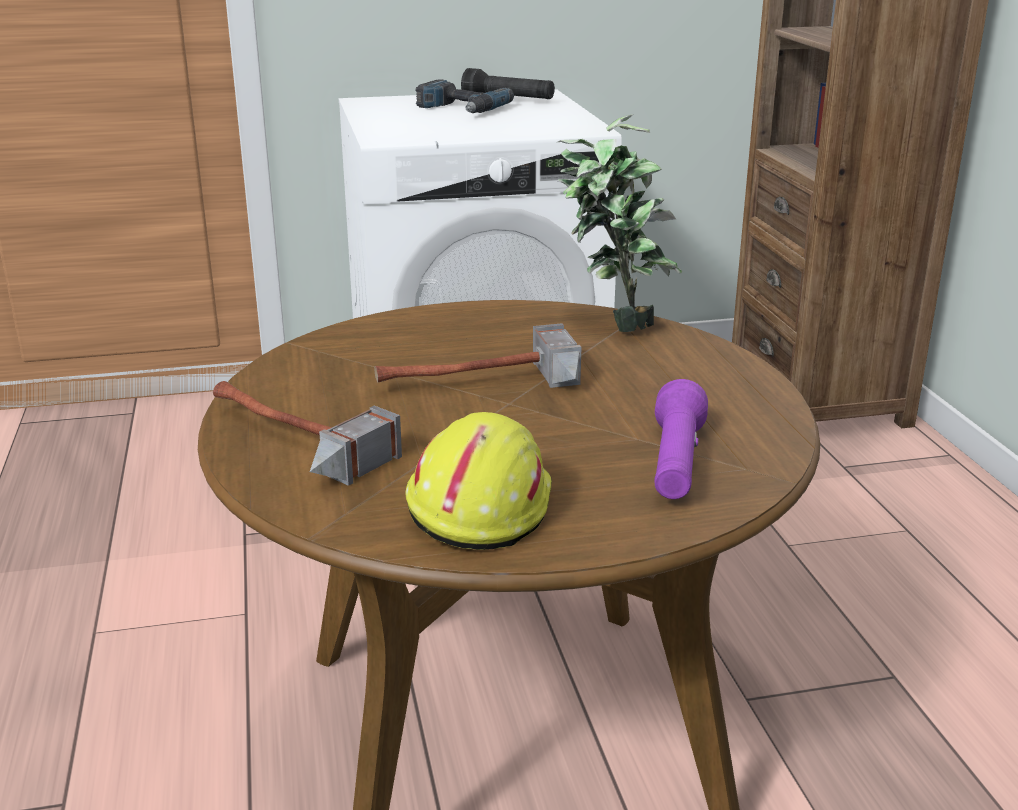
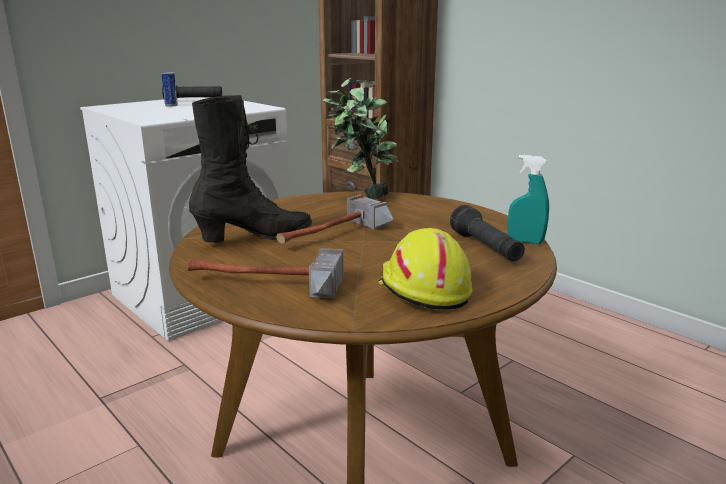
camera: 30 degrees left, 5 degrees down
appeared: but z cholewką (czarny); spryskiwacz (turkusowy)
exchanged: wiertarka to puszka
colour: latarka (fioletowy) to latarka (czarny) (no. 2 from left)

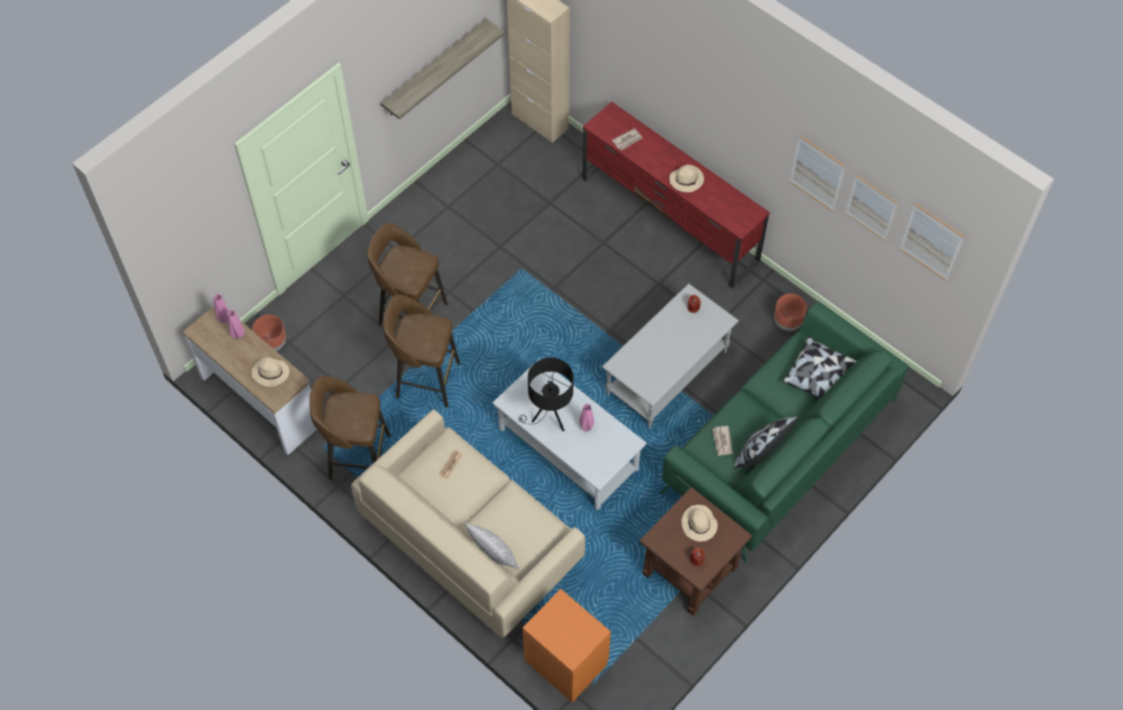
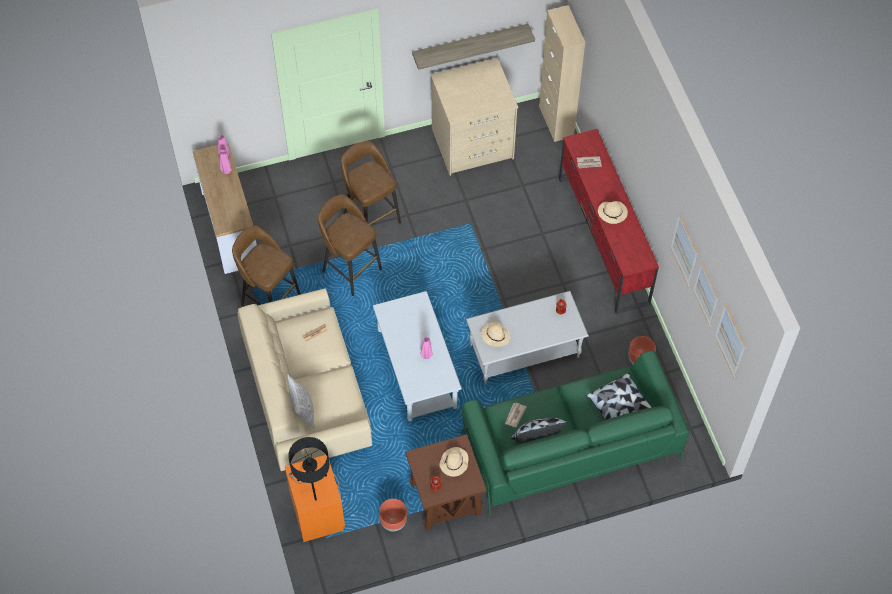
camera: 30 degrees right, 0 degrees up
appeared: komoda (beżowy)
relocated: kapelusz (beżowy) (no. 1 from left in the first image) to kapelusz (beżowy) (no. 2 from left); donica (brązowy) (no. 1 from left); lampa stołowa (czarny)

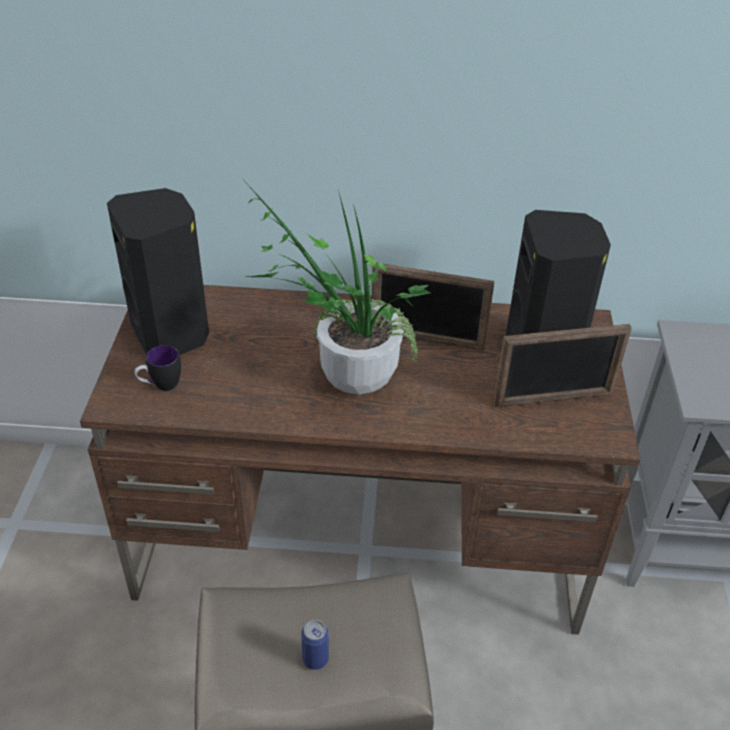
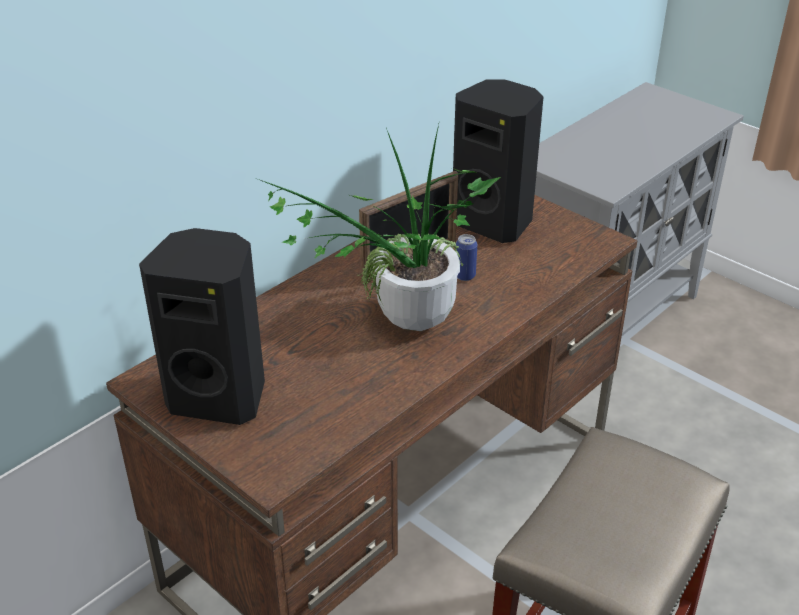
camera: 50 degrees left, 5 degrees down
missing: kubek; ramka na zdjęcie (no. 2 from left)
relocated: puszka

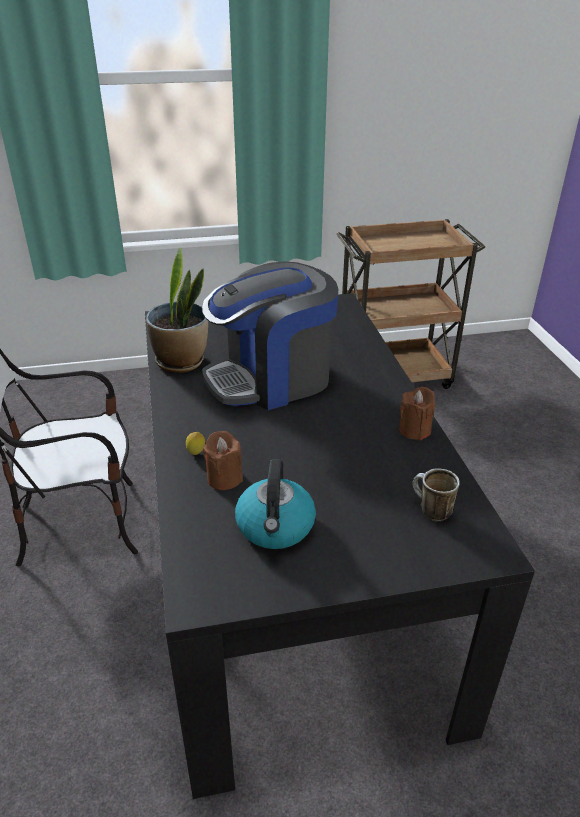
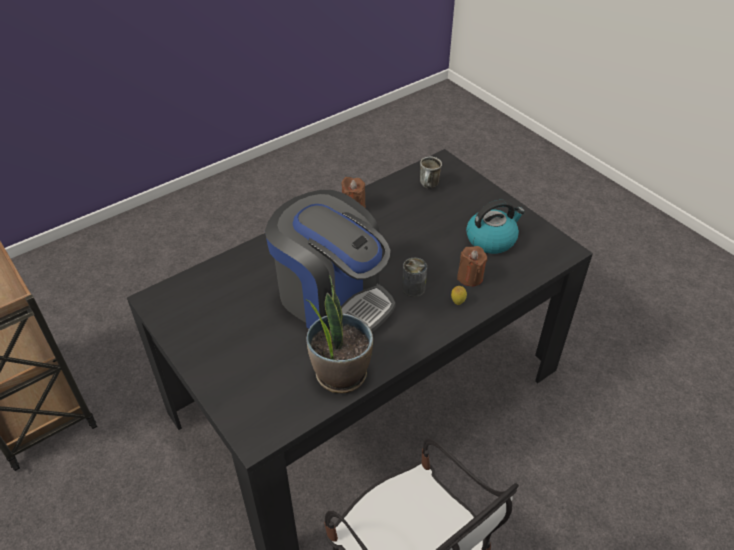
camera: 115 degrees left, 10 degrees up
appeared: puszka

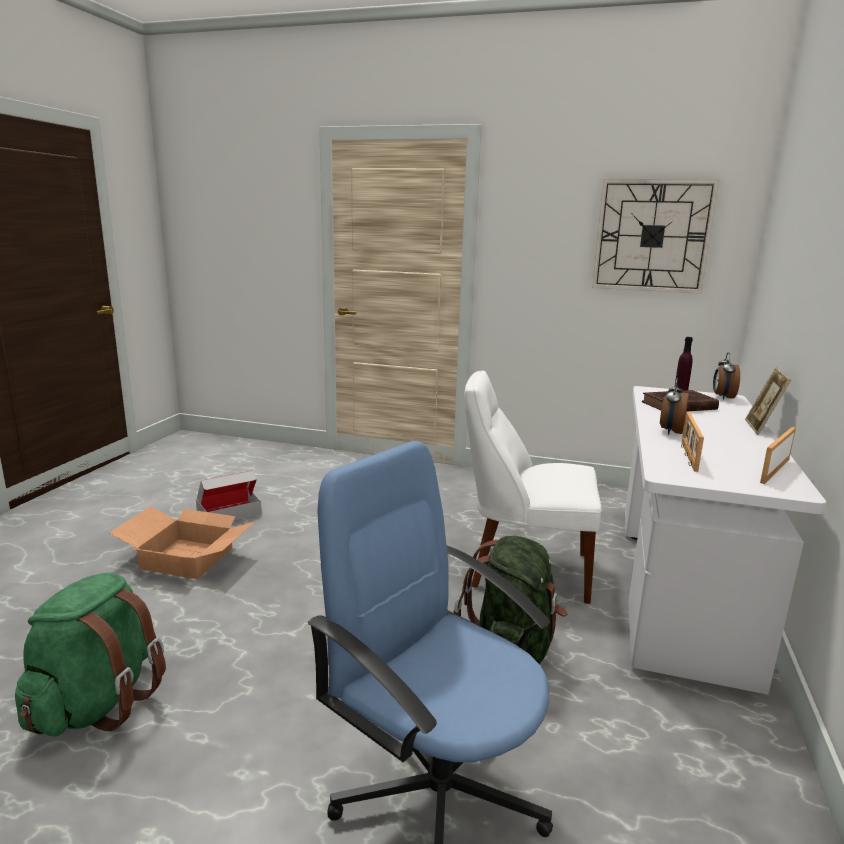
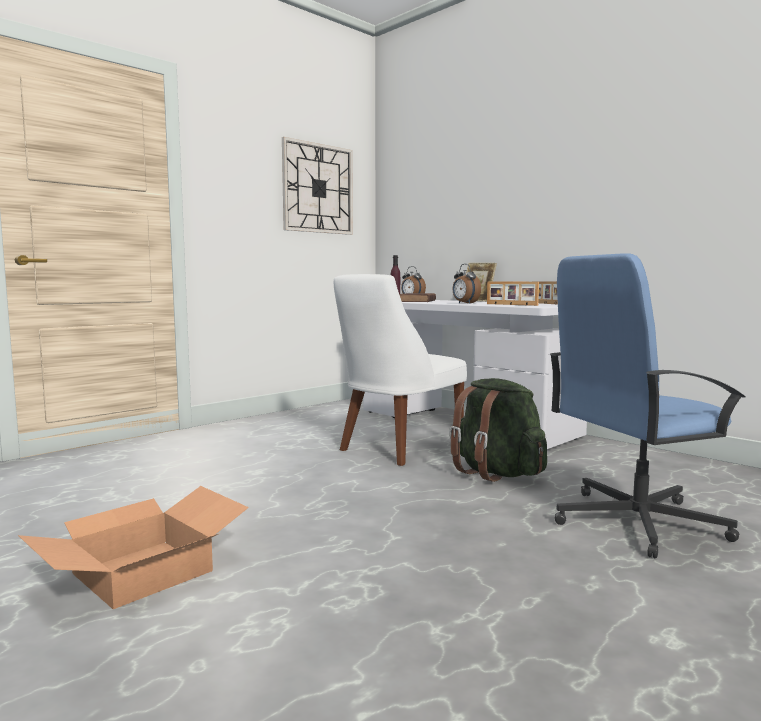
camera: 60 degrees left, 10 degrees down
missing: plecak (zielony) (no. 1 from left); karton (no. 2 from left)

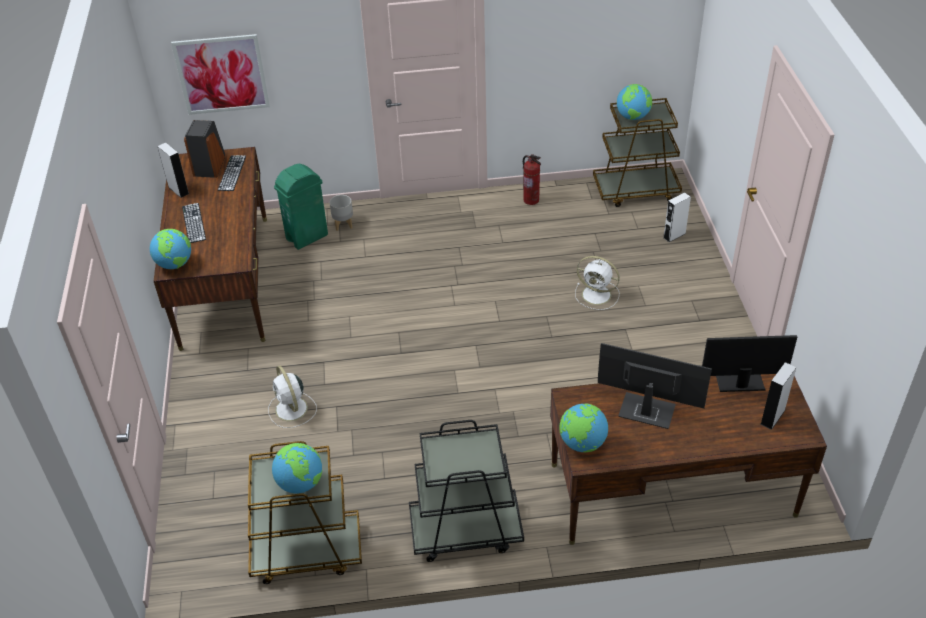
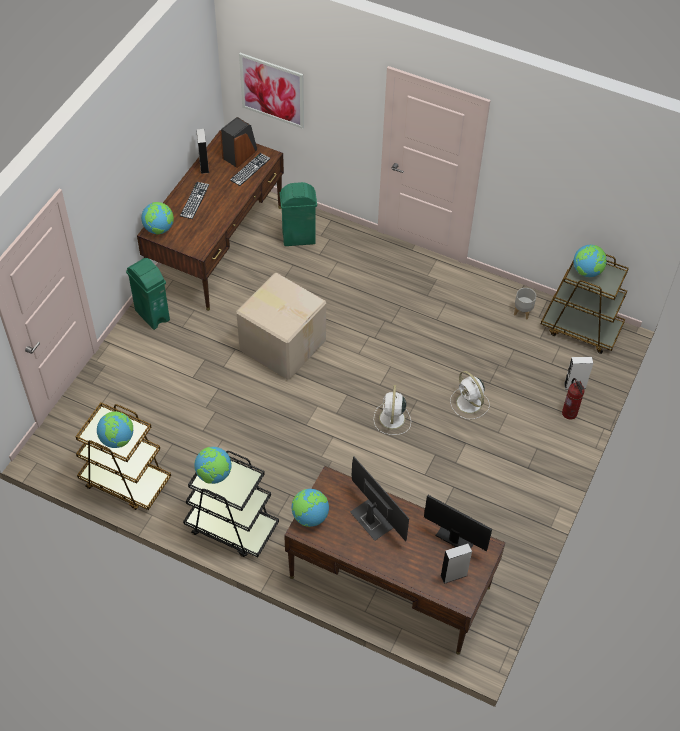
camera: 30 degrees right, 10 degrees up
appeared: kosz na śmieci (zielony) (no. 1 from left); globus (no. 3 from left); karton
relocated: wentylator (biały) (no. 1 from left); donica (szary); gaśnica

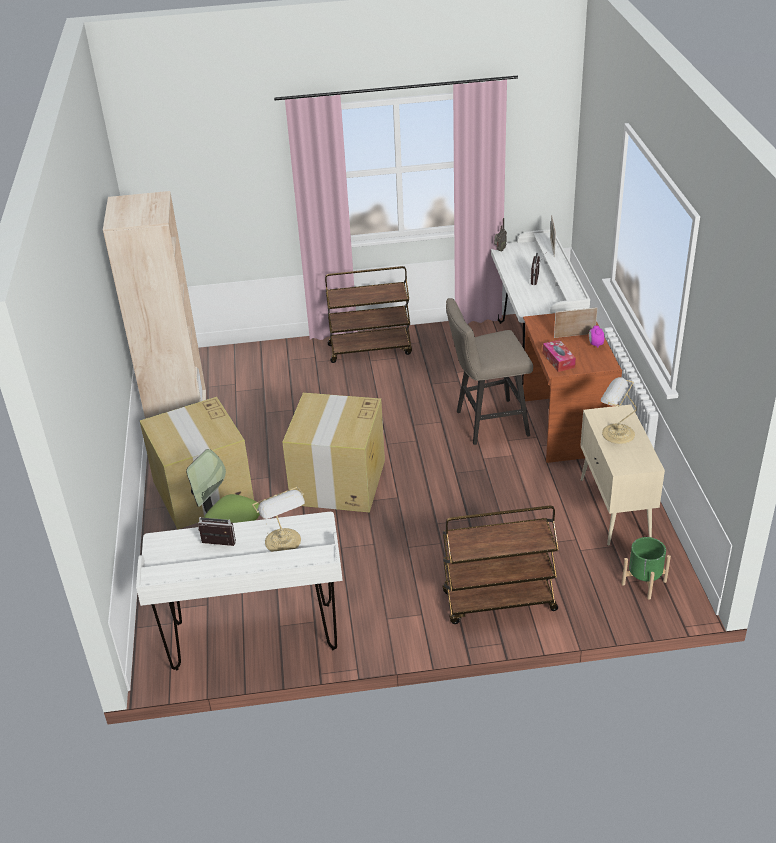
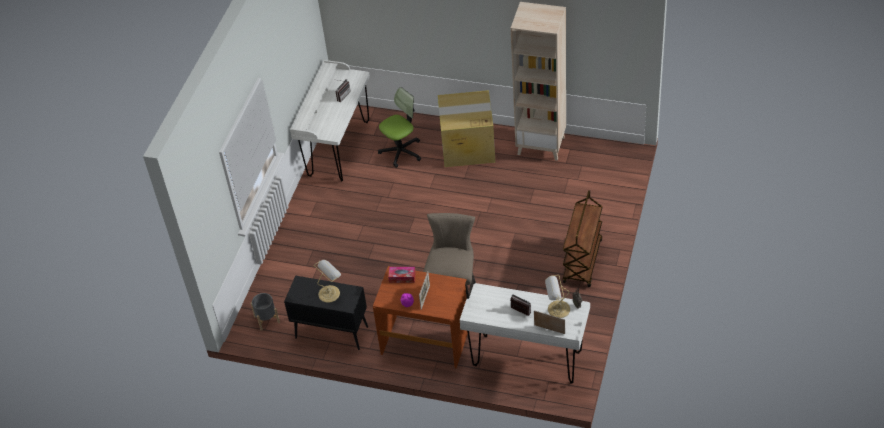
camera: 115 degrees right, 10 degrees up
missing: karton (no. 2 from left); wózek (brązowy) (no. 2 from left)
relocated: lampa stołowa (no. 1 from left in the first image) to lampa stołowa (no. 2 from left)
colour: szafka (beżowy) to szafka (czarny); donica (zielony) to donica (szary)

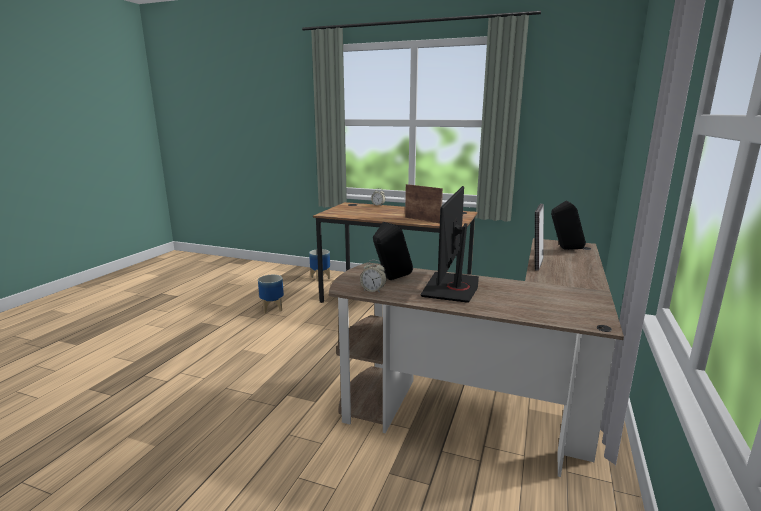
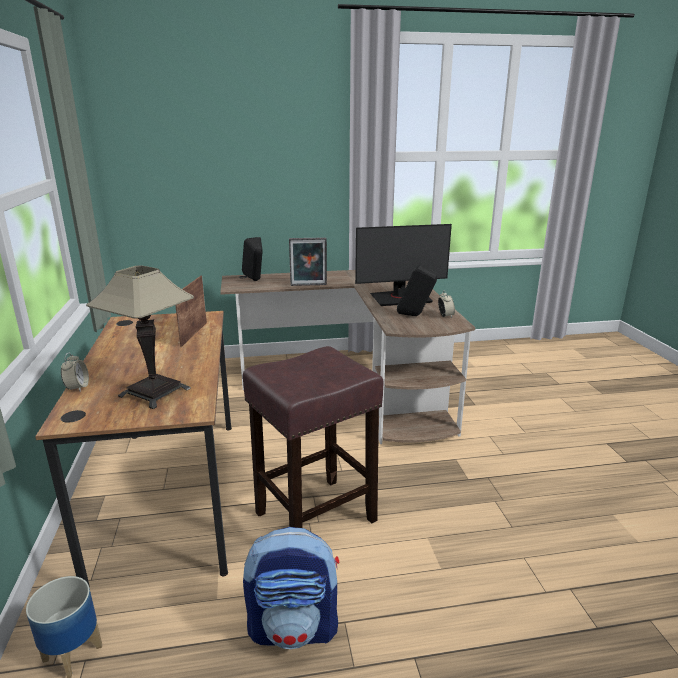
camera: 120 degrees left, 5 degrees up
appeared: lampa stołowa; stołek (brązowy)
exchanged: donica (no. 1 from left) to plecak

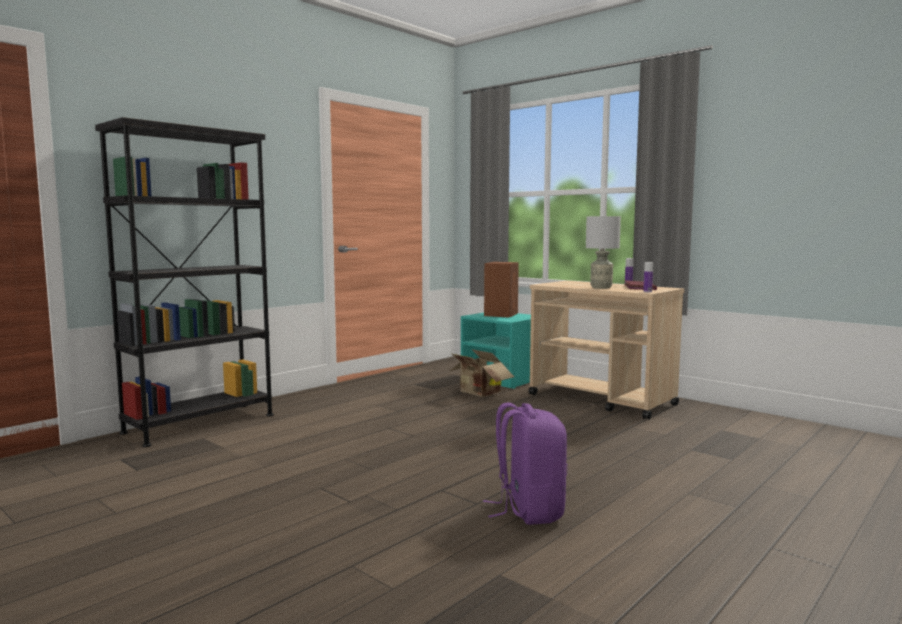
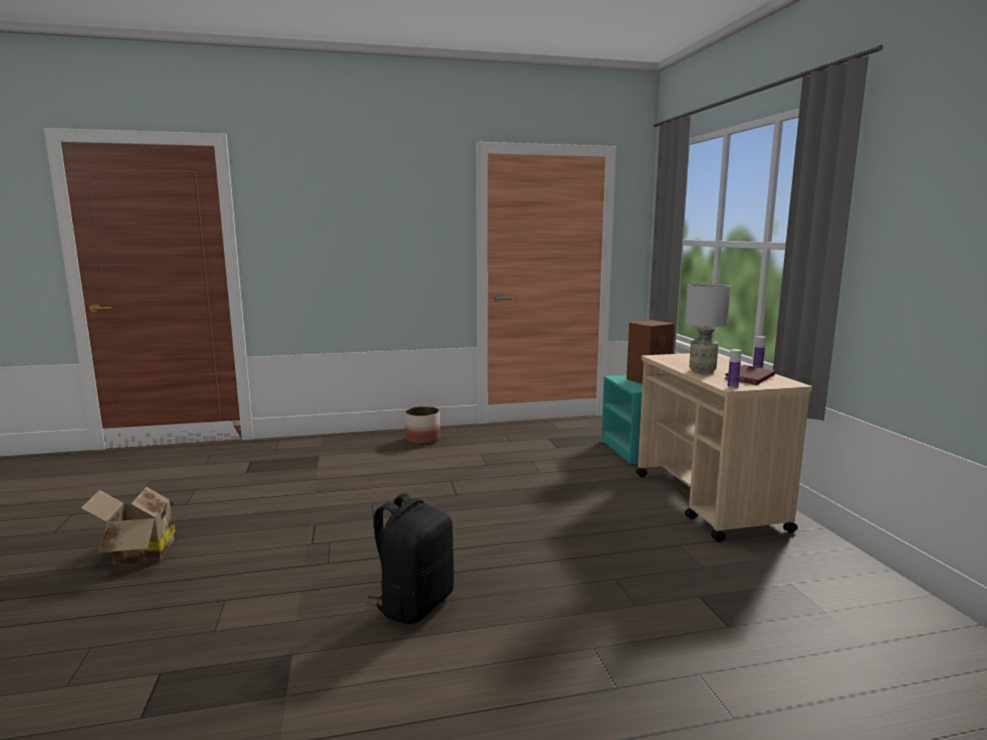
camera: 35 degrees right, 5 degrees up
missing: regał (czarny)
appeared: donica
relocated: karton
colour: plecak (fioletowy) to plecak (czarny)

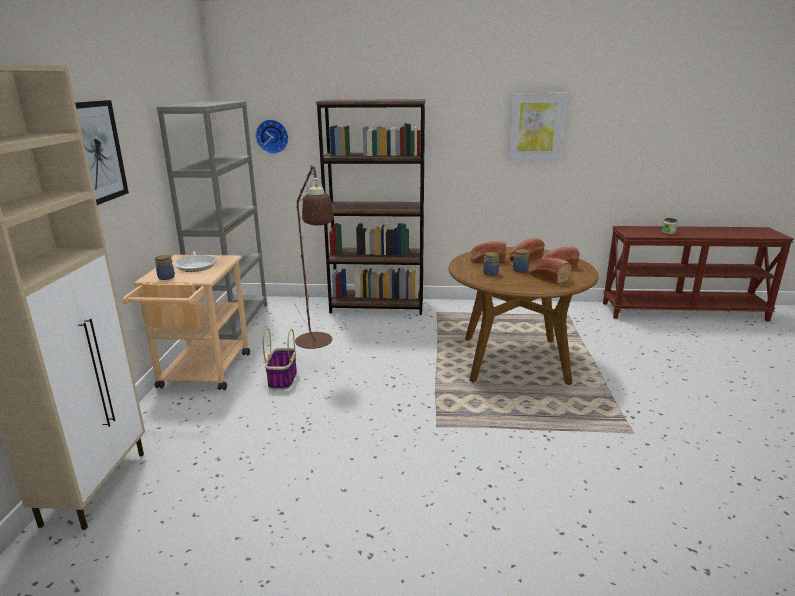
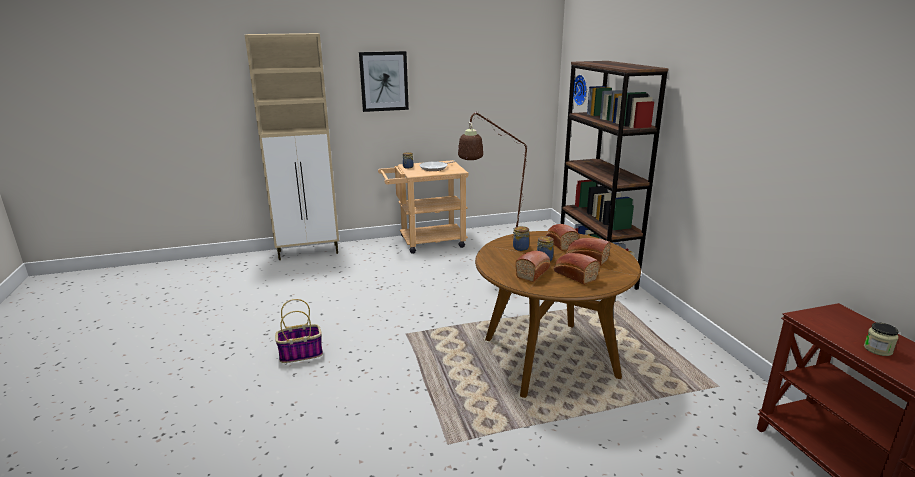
camera: 70 degrees right, 0 degrees up
missing: regał (szary); obraz (no. 2 from left)
relocated: koszyk

